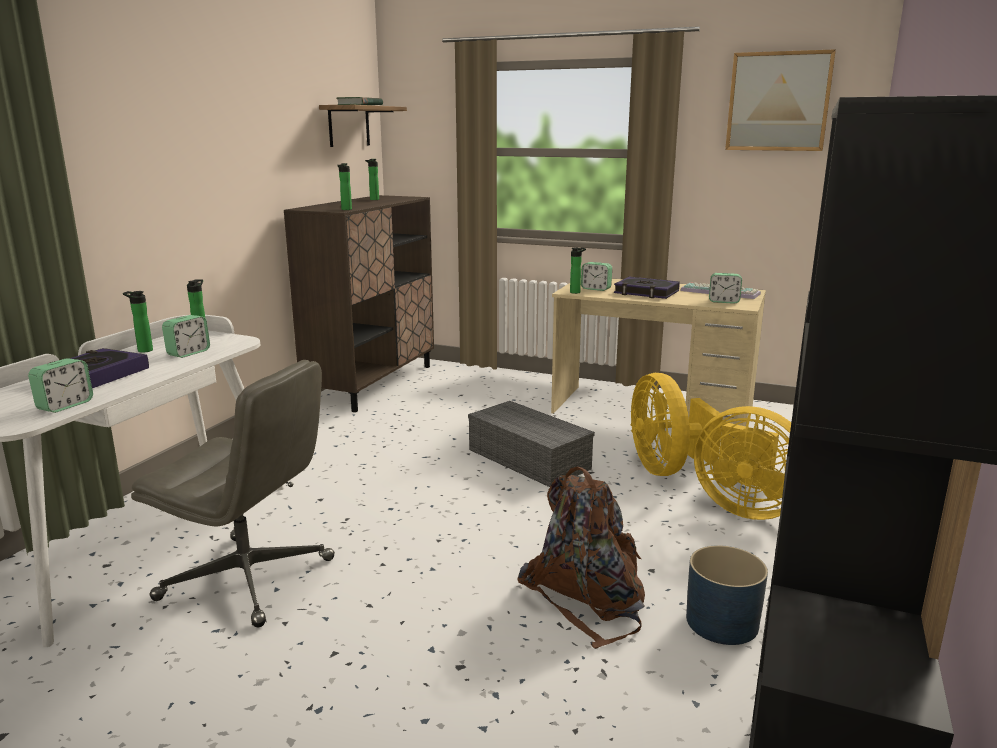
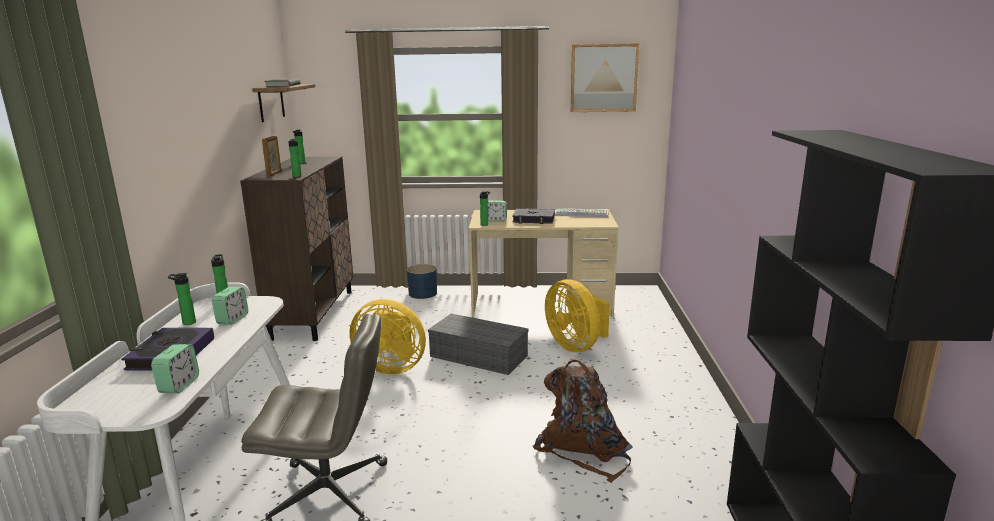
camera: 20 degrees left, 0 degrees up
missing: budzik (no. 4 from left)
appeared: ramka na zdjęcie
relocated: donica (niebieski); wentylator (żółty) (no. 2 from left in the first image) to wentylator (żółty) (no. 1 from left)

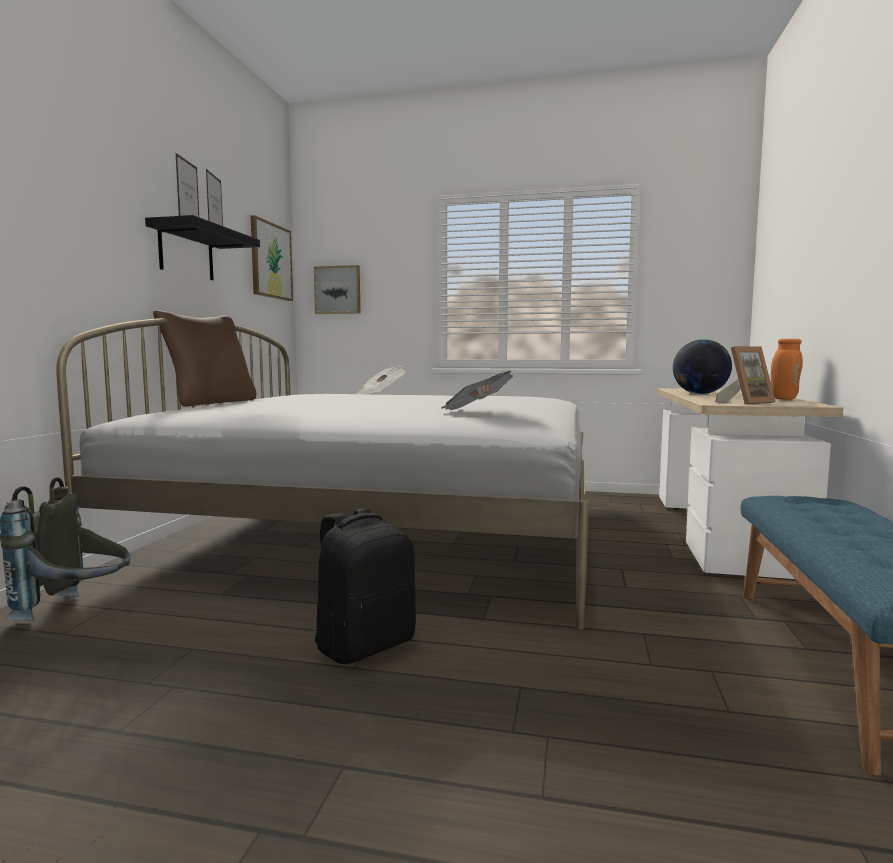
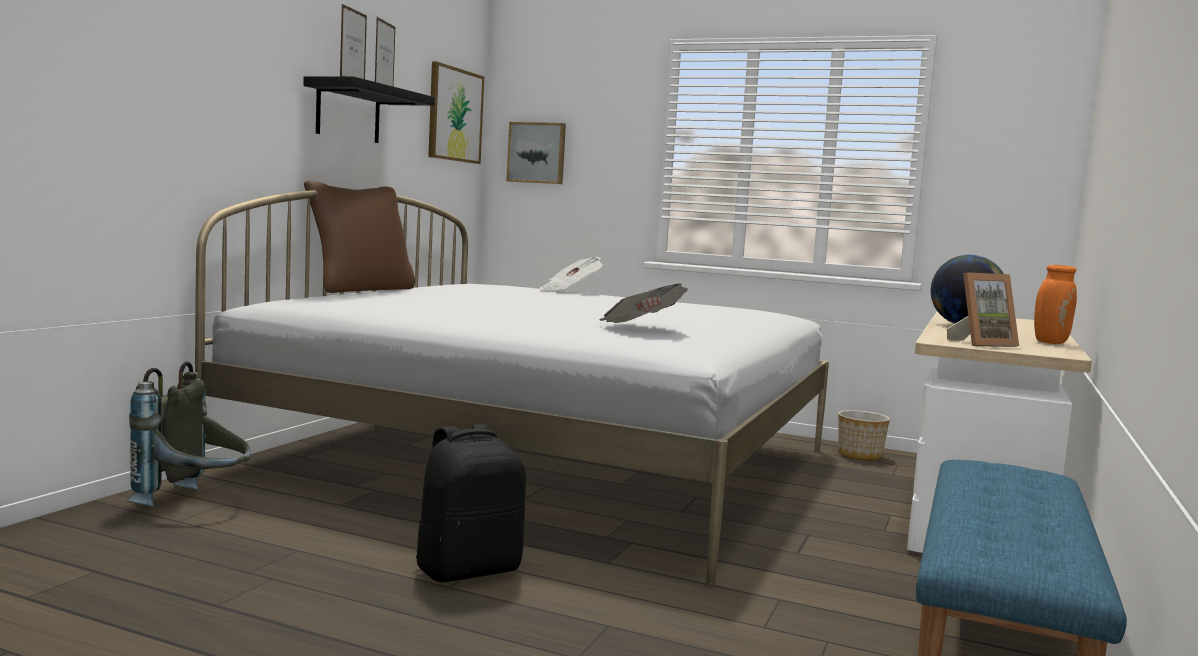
camera: 10 degrees right, 0 degrees up
appeared: donica

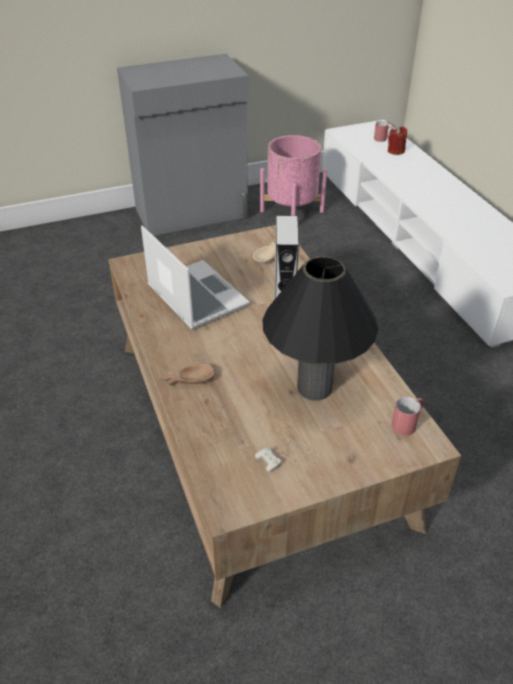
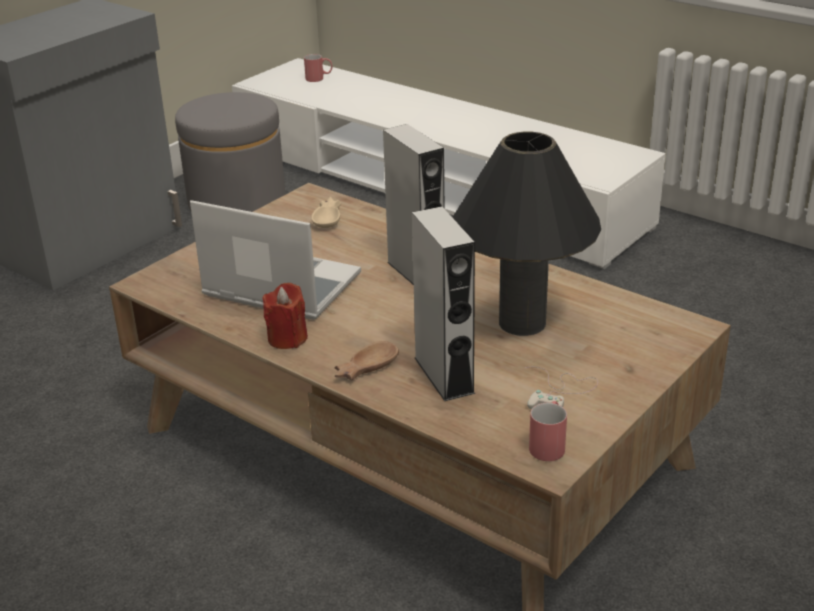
camera: 30 degrees left, 10 degrees down
appeared: głośnik (szary) (no. 2 from left)
relocated: świeca (czerwony); kubek (czerwony) (no. 2 from left)
exchanged: donica (różowy) to pufa (szary)

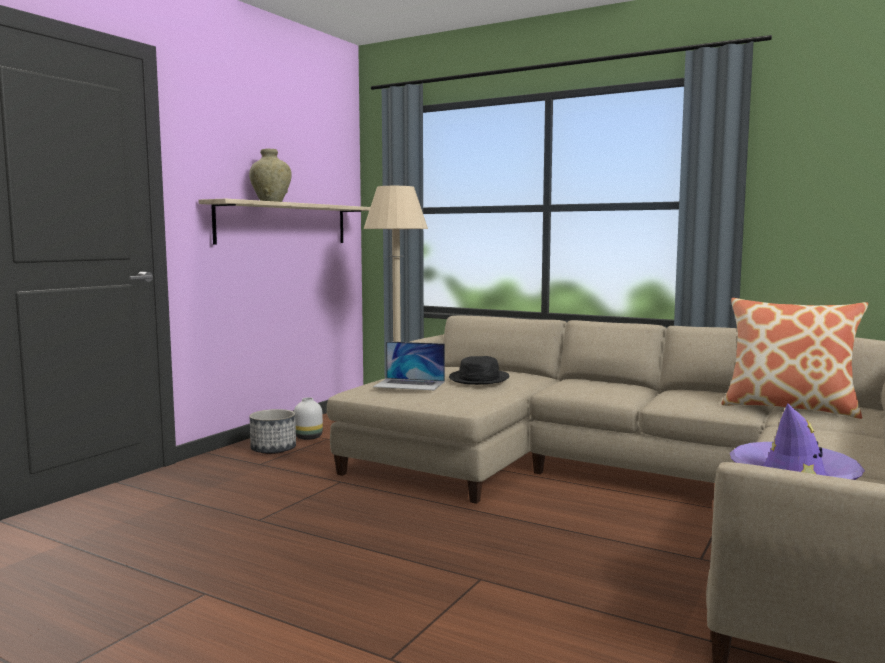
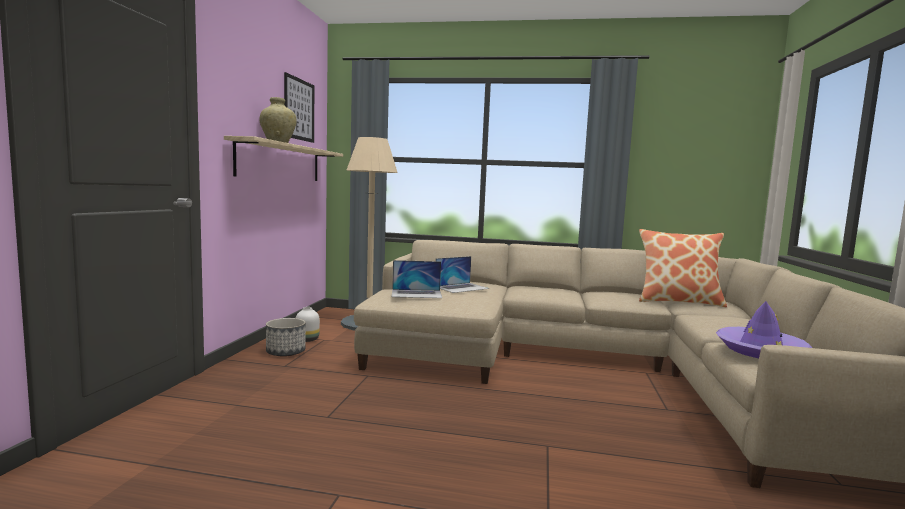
camera: 20 degrees left, 0 degrees up
appeared: obraz
exchanged: kapelusz (czarny) to laptop (no. 2 from left)

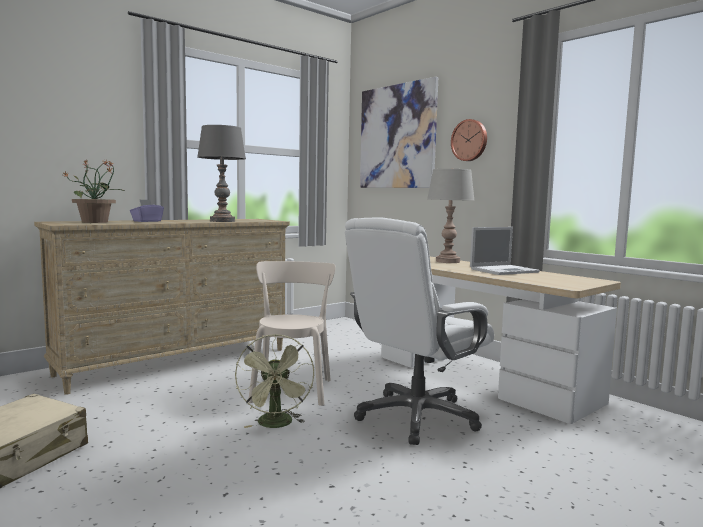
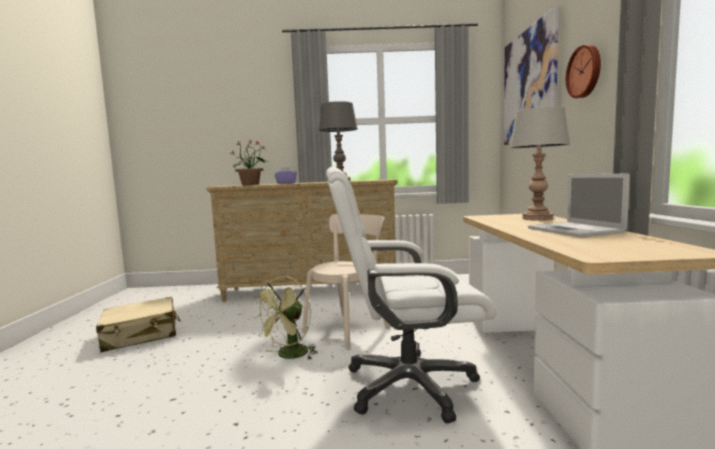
camera: 40 degrees right, 0 degrees up
spun: laptop 60 degrees clockwise

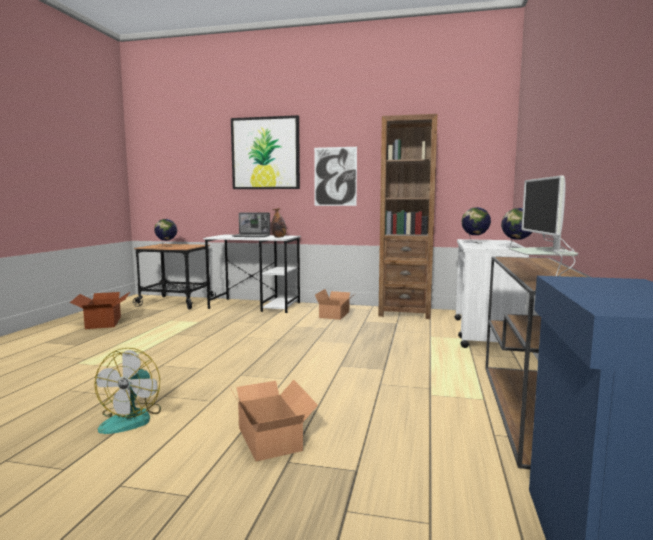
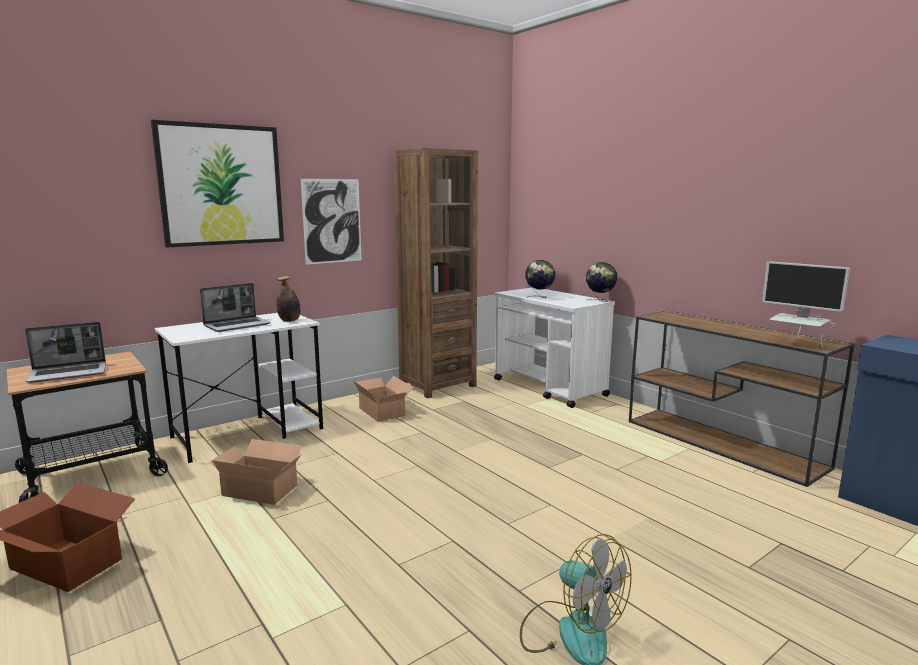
camera: 50 degrees left, 5 degrees up
relocated: karton (no. 2 from left)
exchanged: globus (no. 1 from left) to laptop (no. 1 from left)

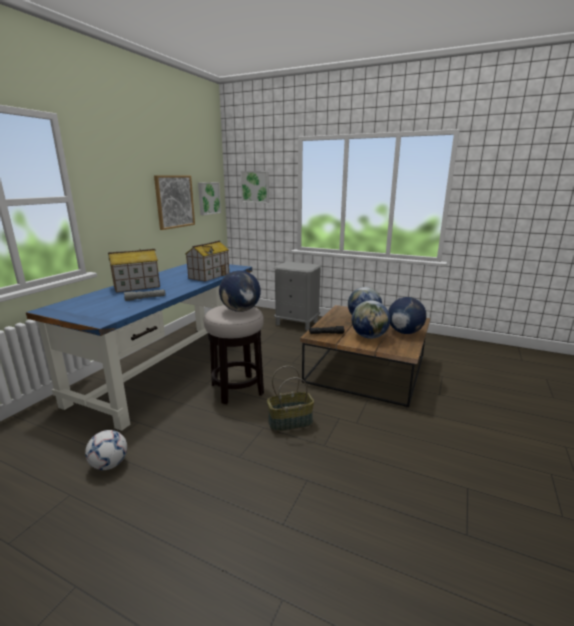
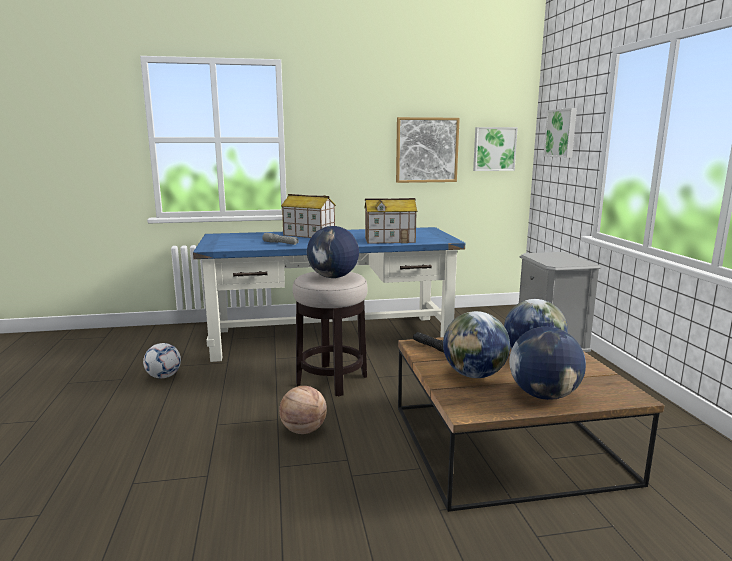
camera: 55 degrees right, 5 degrees down
exchanged: koszyk to piłka do koszykówki

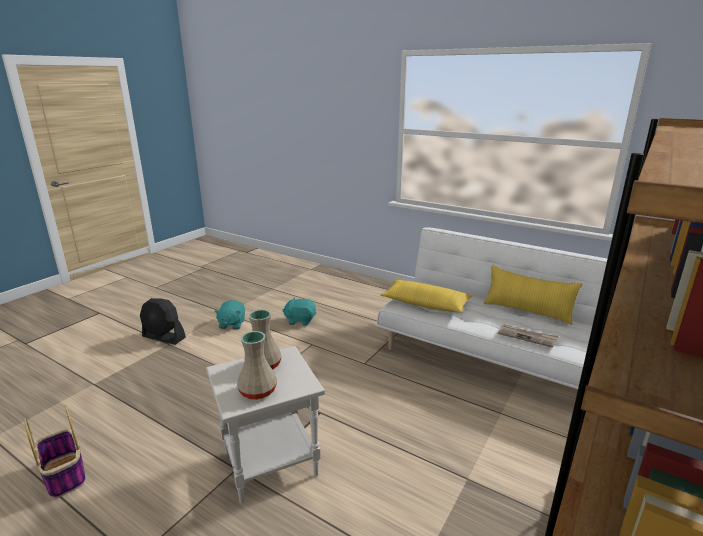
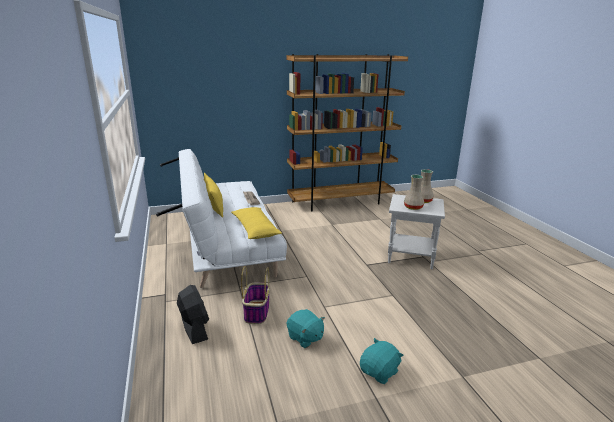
camera: 140 degrees left, 0 degrees up
relocated: koszyk; wentylator (czarny)

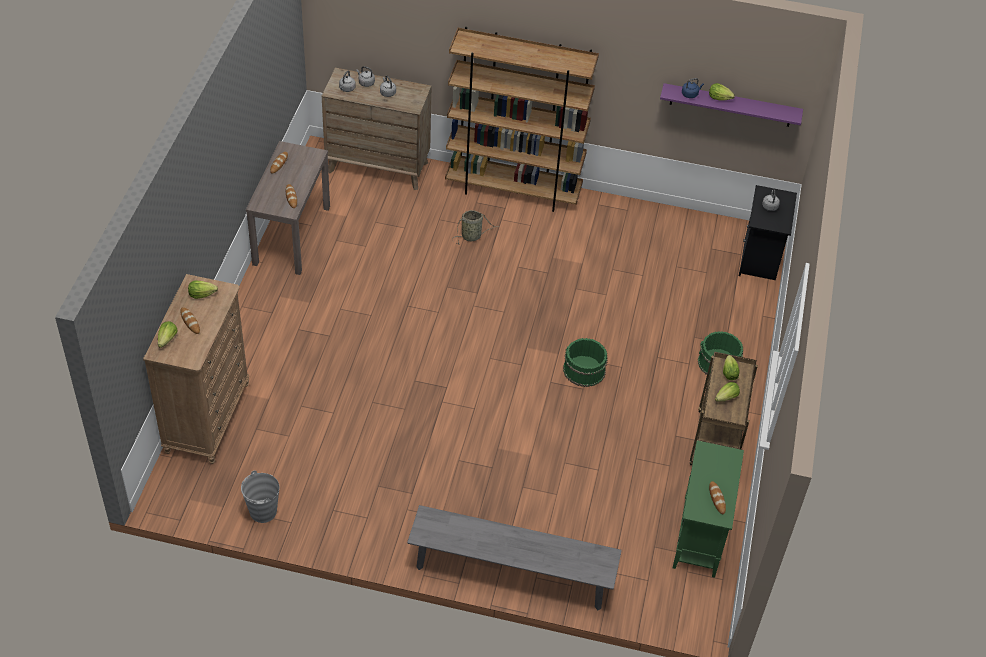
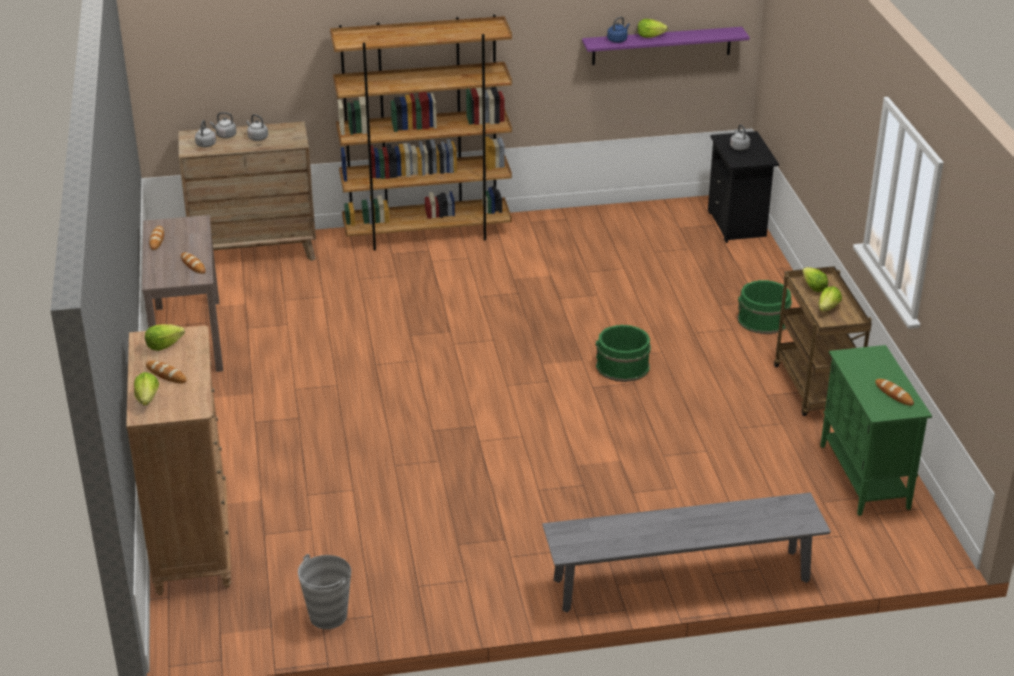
camera: 20 degrees left, 15 degrees down
missing: koszyk

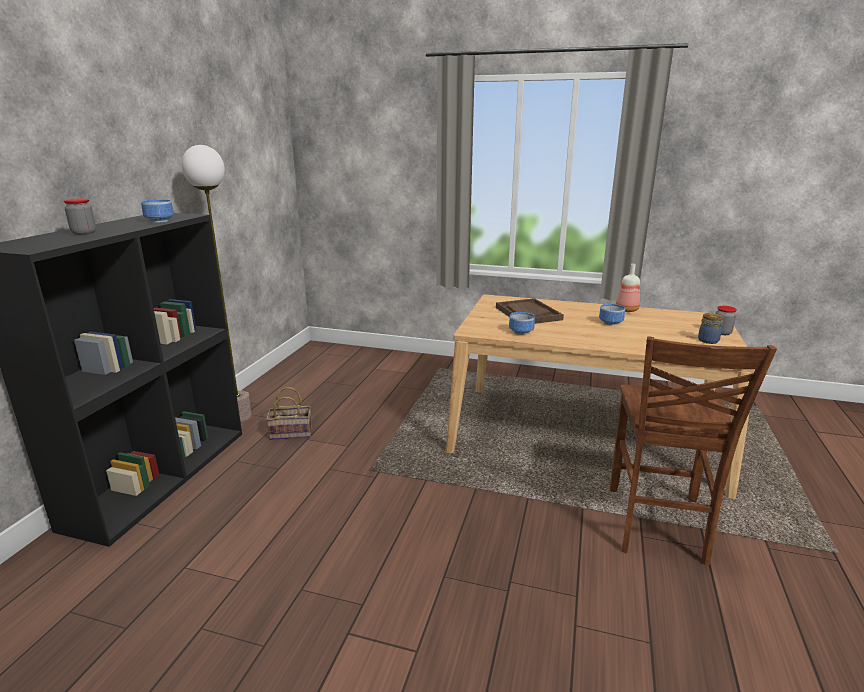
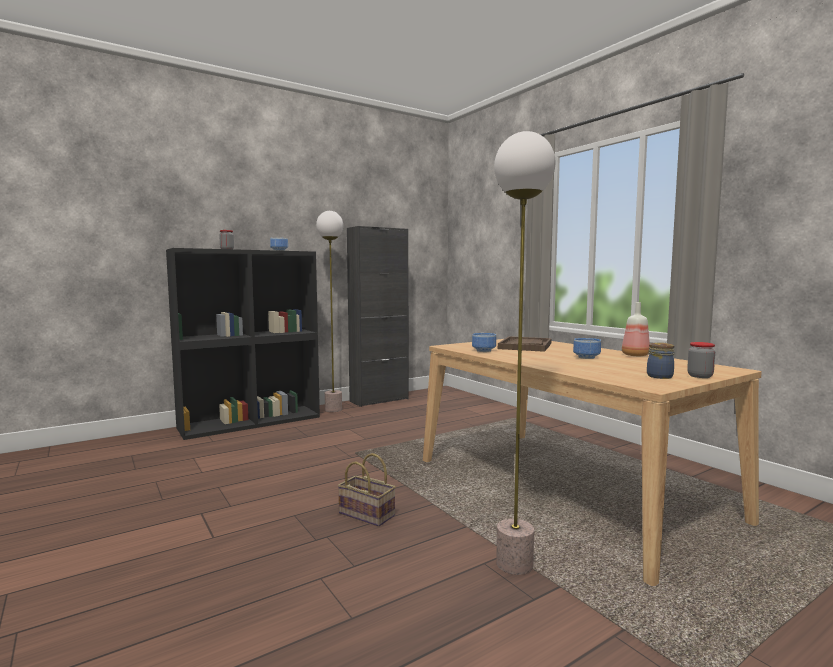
camera: 40 degrees right, 15 degrees down
appeared: szafka (czarny)
relocated: koszyk
exchanged: krzesło (brązowy) to lampa stojąca (no. 2 from left)

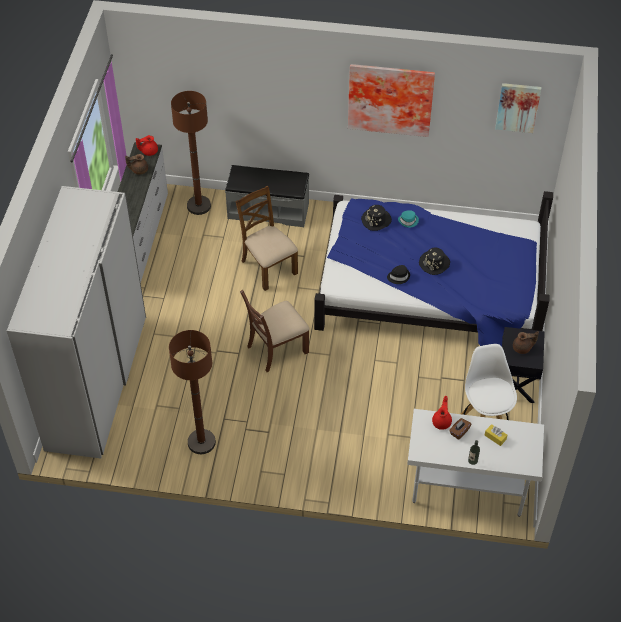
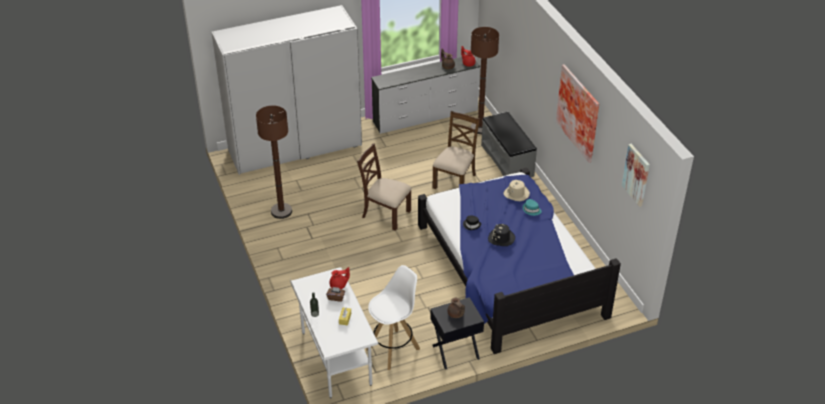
camera: 60 degrees right, 10 degrees down
colour: kapelusz (czarny) (no. 1 from left) to kapelusz (beżowy)

